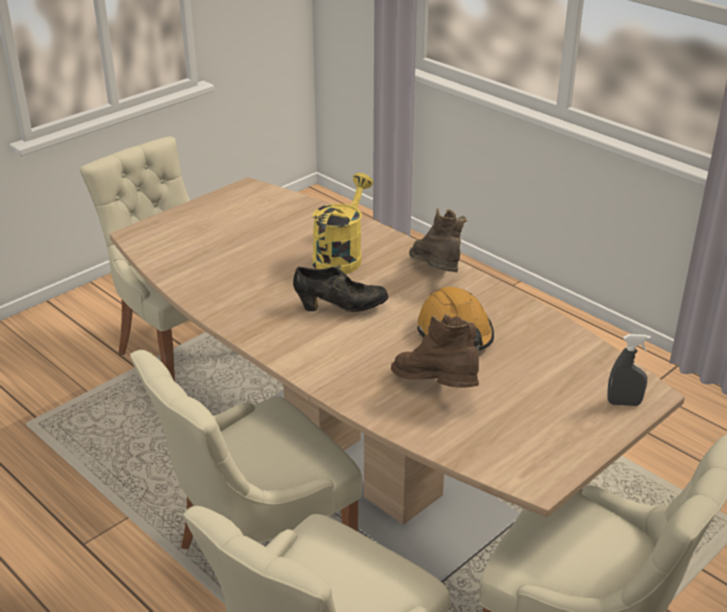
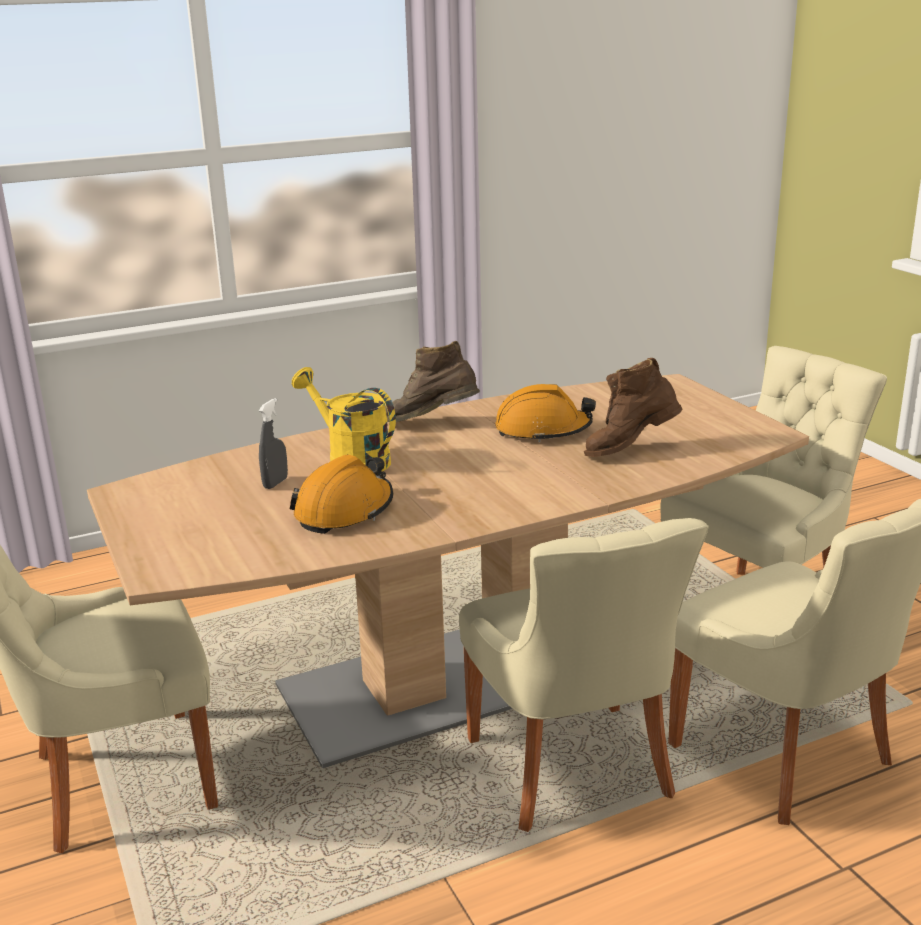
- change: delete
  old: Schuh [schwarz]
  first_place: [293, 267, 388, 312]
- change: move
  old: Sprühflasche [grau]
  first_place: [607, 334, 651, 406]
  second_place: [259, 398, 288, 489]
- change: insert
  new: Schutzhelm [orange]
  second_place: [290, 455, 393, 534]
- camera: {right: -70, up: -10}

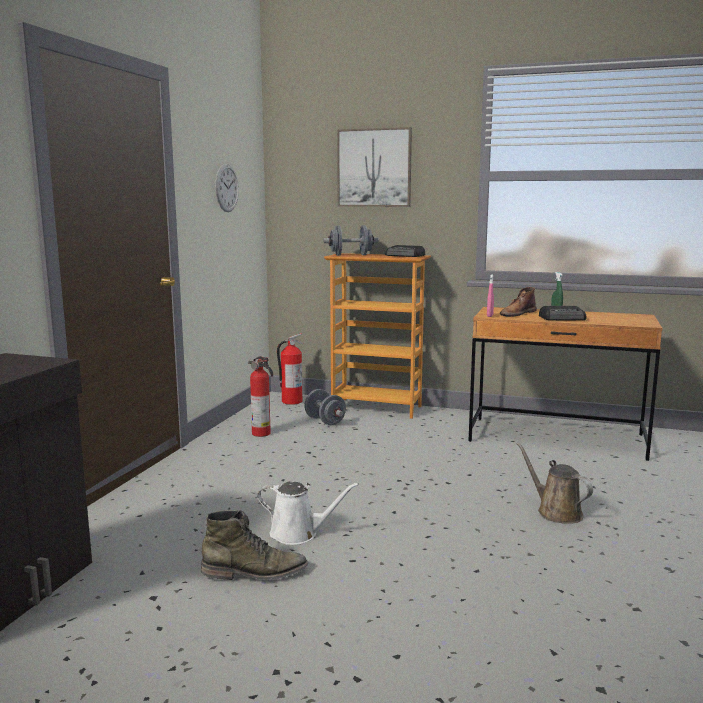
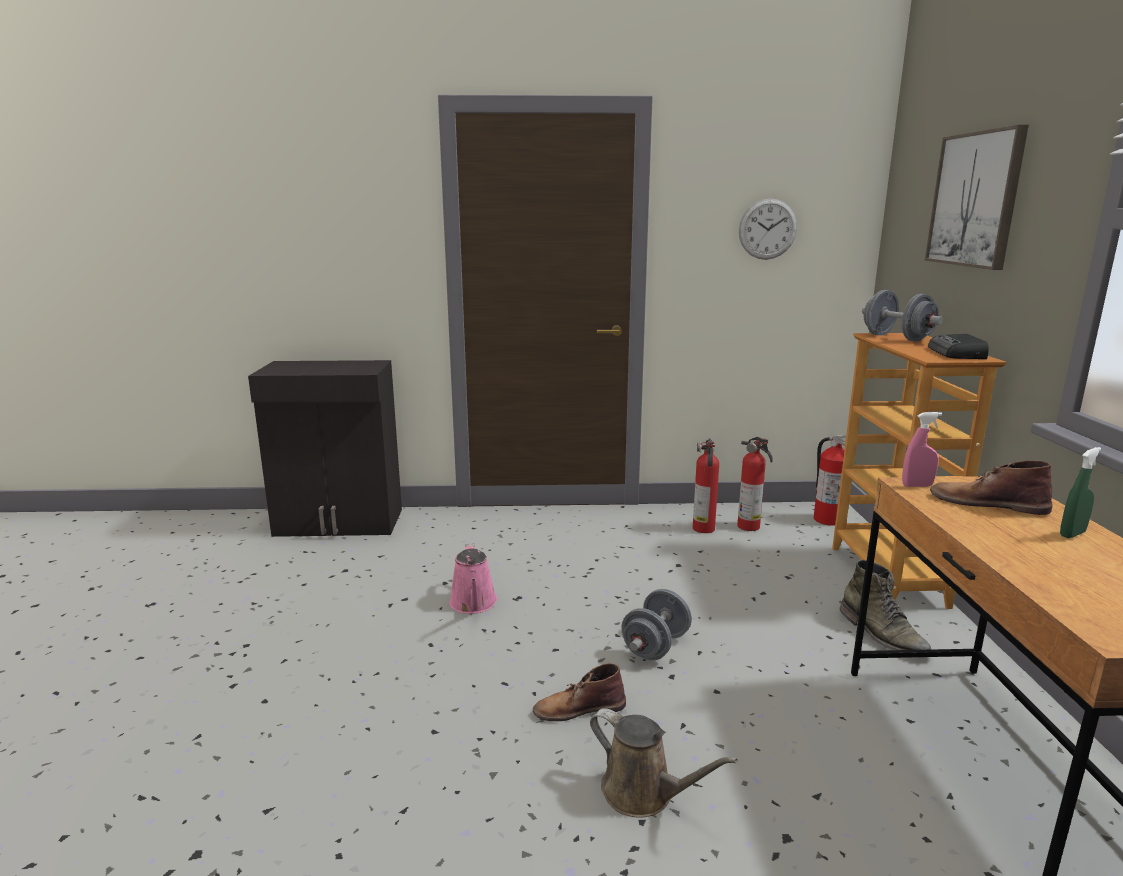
- change: delete
  old: Radio
  first_place: [539, 306, 587, 320]
- change: move
  old: Hantel [grau]
  first_place: [304, 389, 346, 425]
  second_place: [621, 589, 692, 660]
- change: rotate
  old: Gießkanne [braun]
  first_place: [516, 442, 593, 524]
  second_place: [590, 708, 738, 818]
  degrees: 90
- change: recolor
  old: Gießkanne [weiß]
  new: Gießkanne [rosa]
  first_place: [257, 482, 359, 545]
  second_place: [449, 543, 497, 614]
- change: move
  old: Stiefel [grün]
  first_place: [201, 510, 308, 580]
  second_place: [840, 560, 931, 658]
- change: insert
  new: Feuerlöscher
  second_place: [737, 437, 773, 531]
- change: insert
  new: Stiefel [braun]
  second_place: [533, 663, 626, 721]
- camera: {right: 70, up: 5}

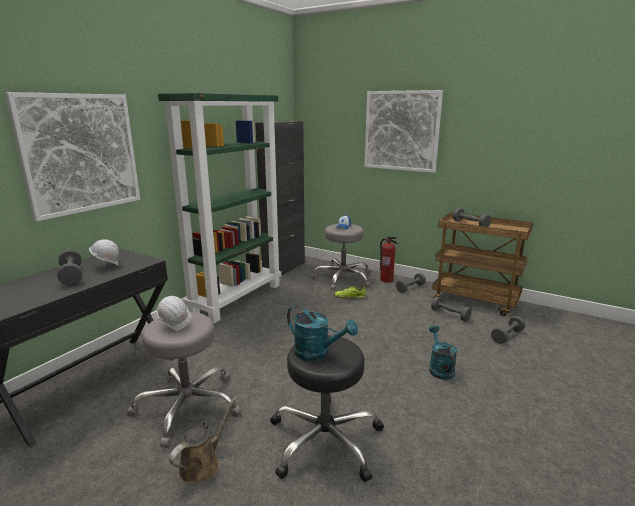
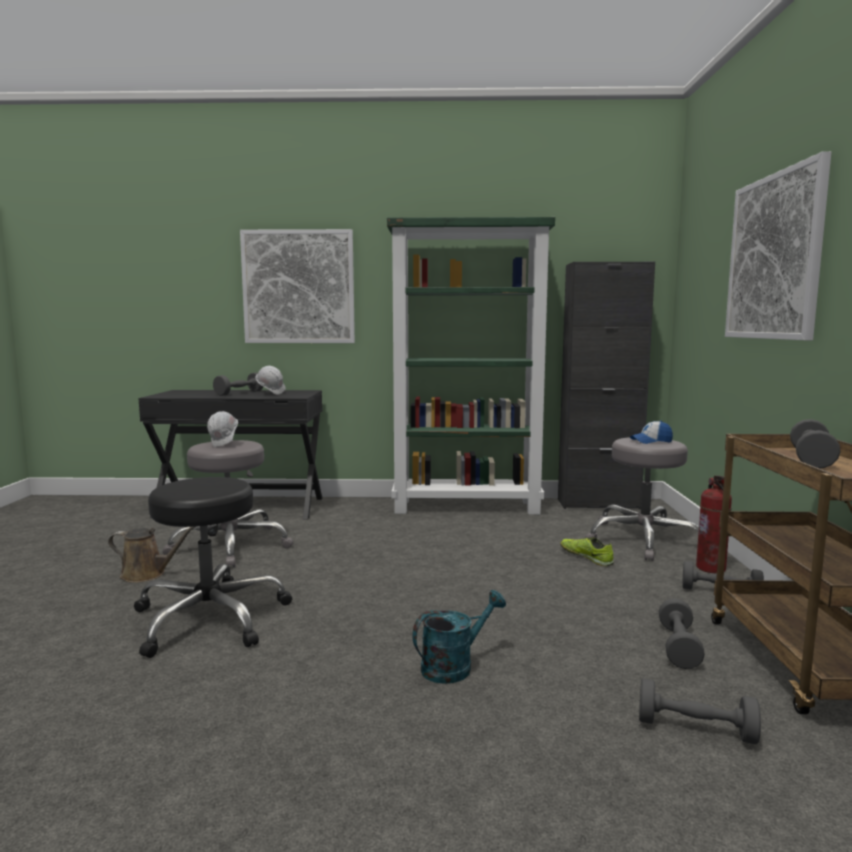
- change: delete
  old: Gießkanne [türkis]
  first_place: [287, 305, 358, 361]
- camera: {right: 60, up: -10}

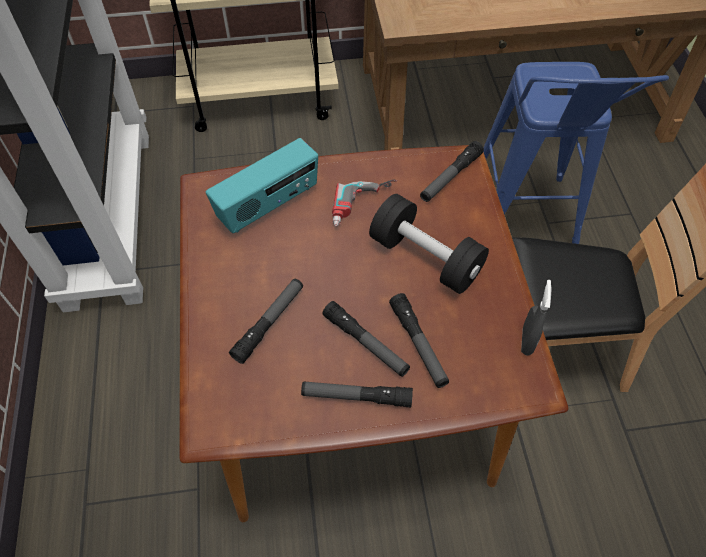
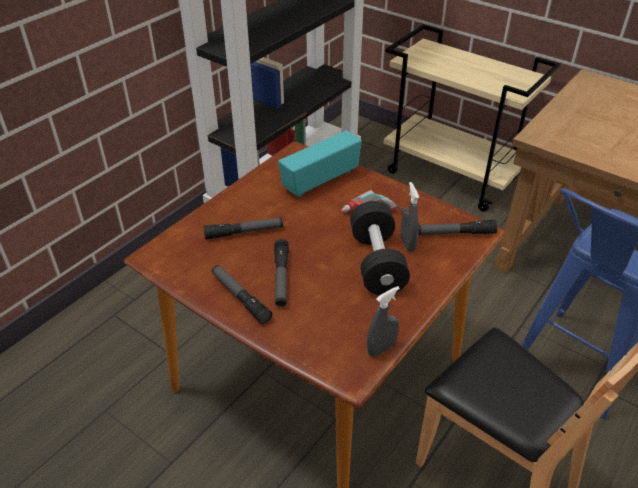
- change: rotate
  old: Radio
  first_place: [206, 138, 318, 233]
  second_place: [278, 130, 362, 197]
  degrees: 135
- change: delete
  old: Taschenlampe
  first_place: [389, 293, 449, 388]
- change: insert
  new: Sprühflasche [grau]
  second_place: [401, 182, 419, 252]
- camera: {right: 45, up: -15}

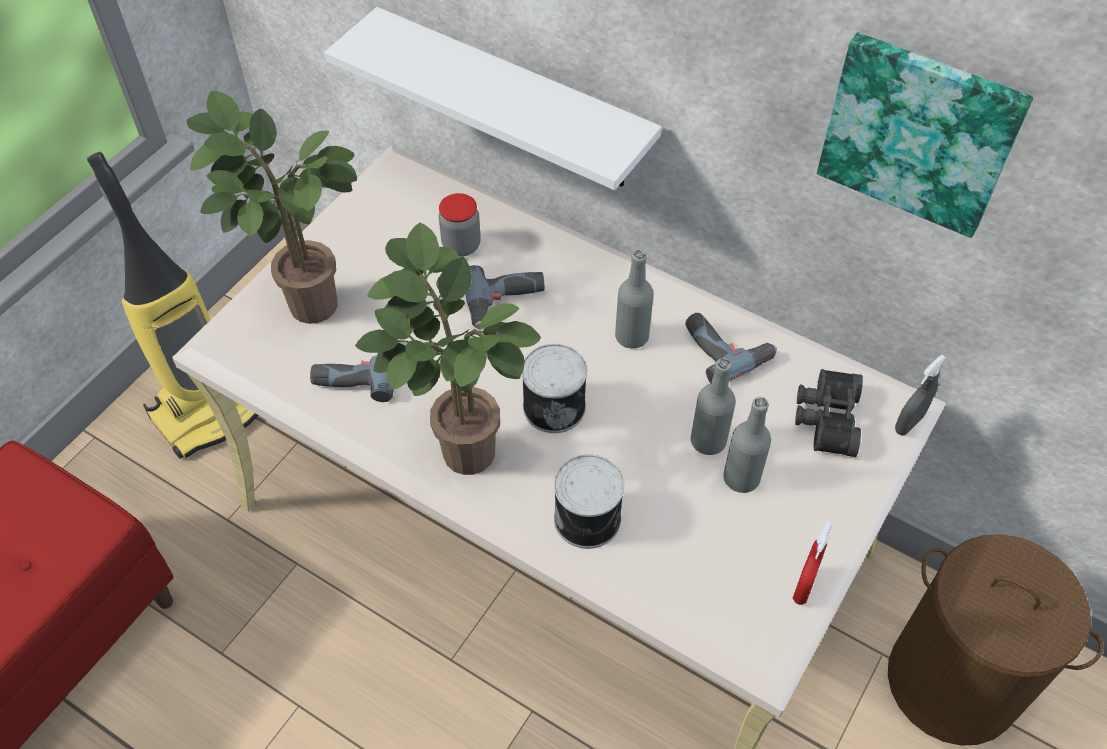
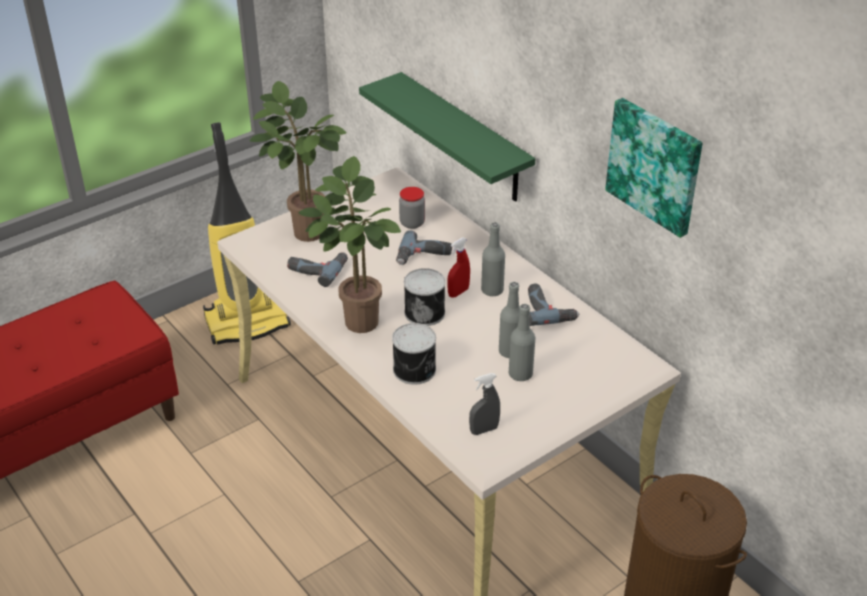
- change: recolor
  old: Wandregal [weiß]
  new: Wandregal [grün]
  first_place: [324, 7, 662, 190]
  second_place: [359, 72, 535, 202]
- change: move
  old: Sprühflasche [grau]
  first_place: [895, 355, 946, 435]
  second_place: [469, 373, 500, 435]
- change: delete
  old: Fernglas [schwarz]
  first_place: [795, 369, 863, 457]
- change: move
  old: Sprühflasche [rot]
  first_place: [793, 521, 832, 605]
  second_place: [447, 238, 470, 298]
- camera: {right: 20, up: -15}

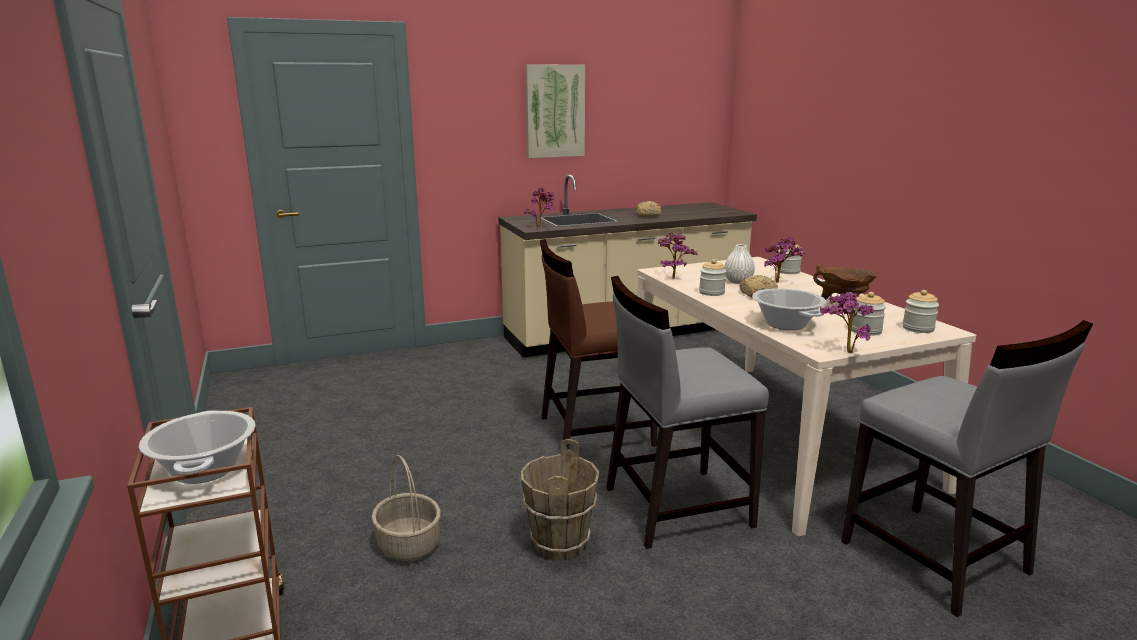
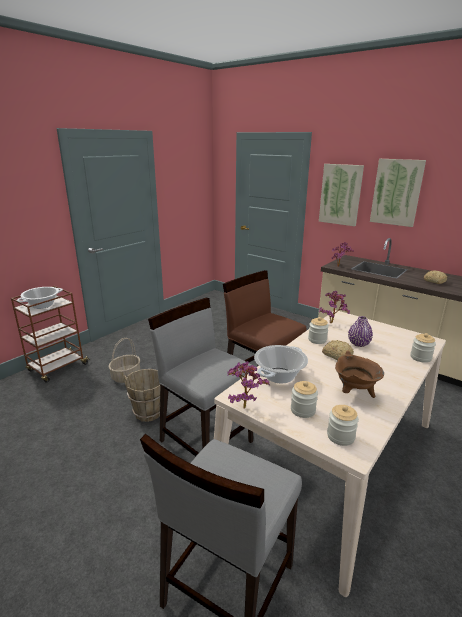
- change: delete
  old: Topfpflanze
  first_place: [764, 237, 805, 283]
- change: recolor
  old: Vase [weiß]
  new: Vase [lila]
  first_place: [724, 244, 755, 284]
  second_place: [348, 316, 373, 347]
- change: insert
  new: Bild
  second_place: [319, 164, 364, 226]
- camera: {right: 60, up: 5}

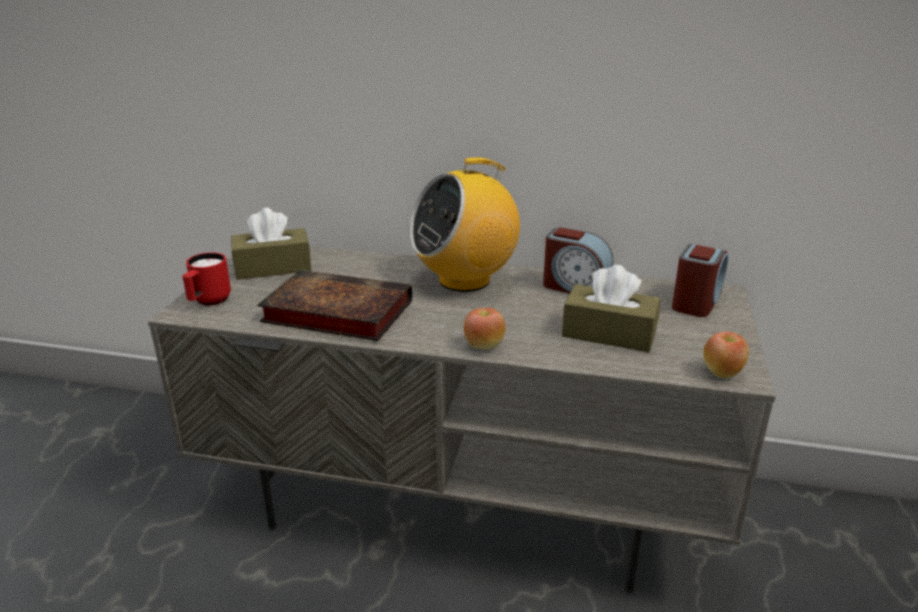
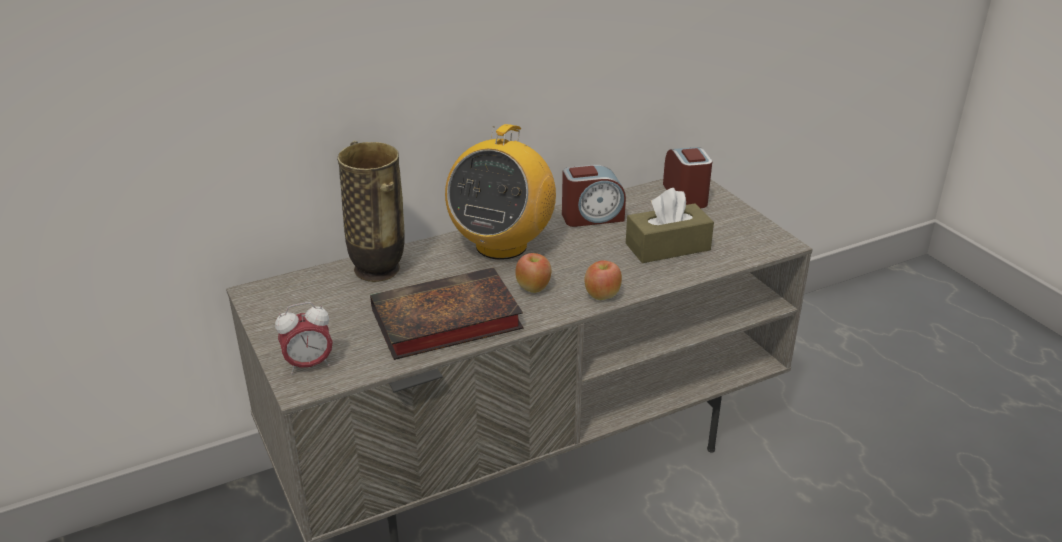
- change: delete
  old: Taschentuchbox [braun]
  first_place: [231, 208, 311, 280]
- change: replace
  old: Henkelbecher [rot]
  new: Wecker
  first_place: [182, 252, 231, 305]
  second_place: [275, 302, 333, 374]
- change: move
  old: Apfel
  first_place: [703, 331, 749, 378]
  second_place: [515, 253, 551, 293]
- change: insert
  new: Vase
  second_place: [337, 141, 405, 282]
- camera: {right: -40, up: 5}

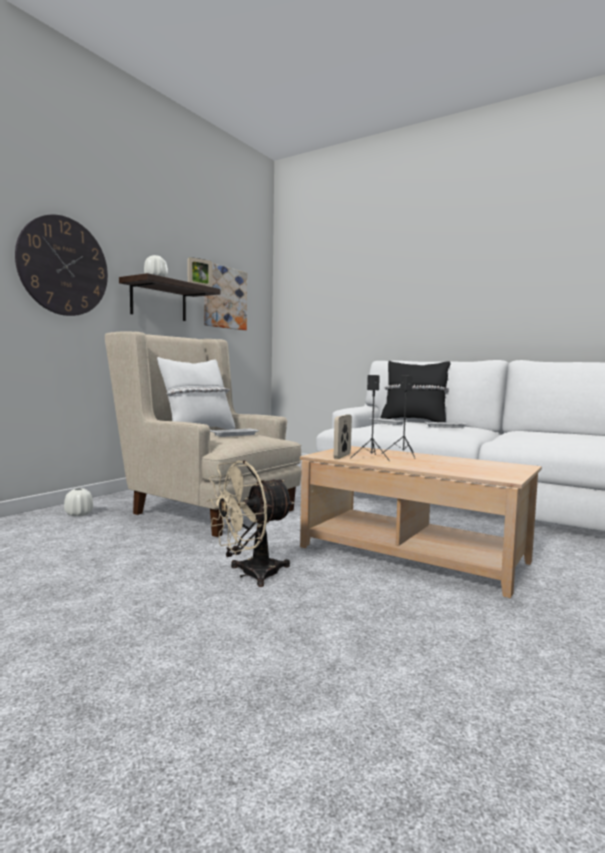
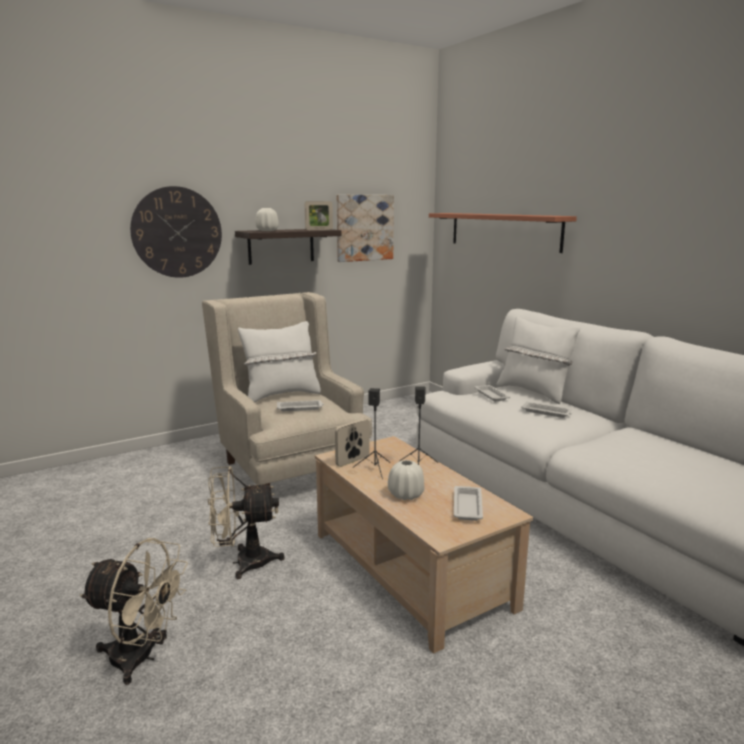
- change: recolor
  old: Kissen [schwarz]
  new: Kissen [weiß]
  first_place: [380, 361, 450, 422]
  second_place: [496, 316, 580, 404]
- change: move
  old: Vase [weiß]
  first_place: [64, 488, 93, 516]
  second_place: [388, 460, 424, 500]
- change: insert
  new: Wandregal
  second_place: [429, 213, 577, 253]
- change: insert
  new: Tablett [weiß]
  second_place: [454, 486, 483, 521]
- change: insert
  new: Ventilator [beige]
  second_place: [80, 538, 188, 685]
- camera: {right: 25, up: 10}

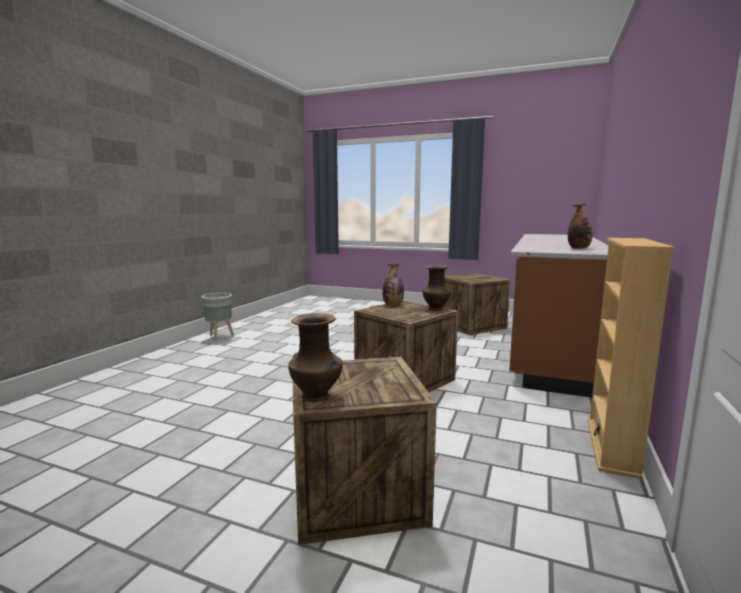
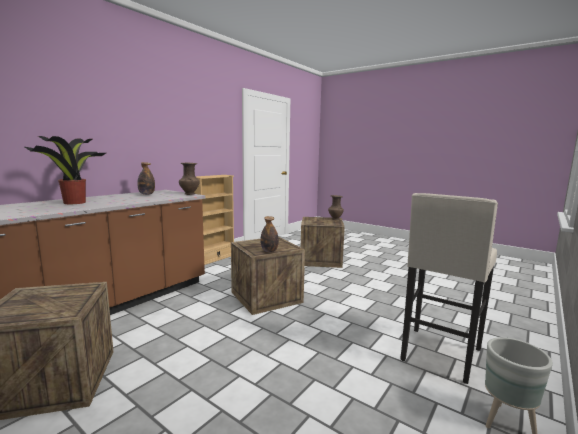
- change: move
  old: Vase [braun]
  first_place: [422, 265, 451, 311]
  second_place: [179, 163, 200, 195]
- change: insert
  new: Topfpflanze
  second_place: [25, 136, 106, 204]
- change: insert
  new: Hocker [beige]
  second_place: [400, 193, 498, 384]
- camera: {right: -165, up: 0}

